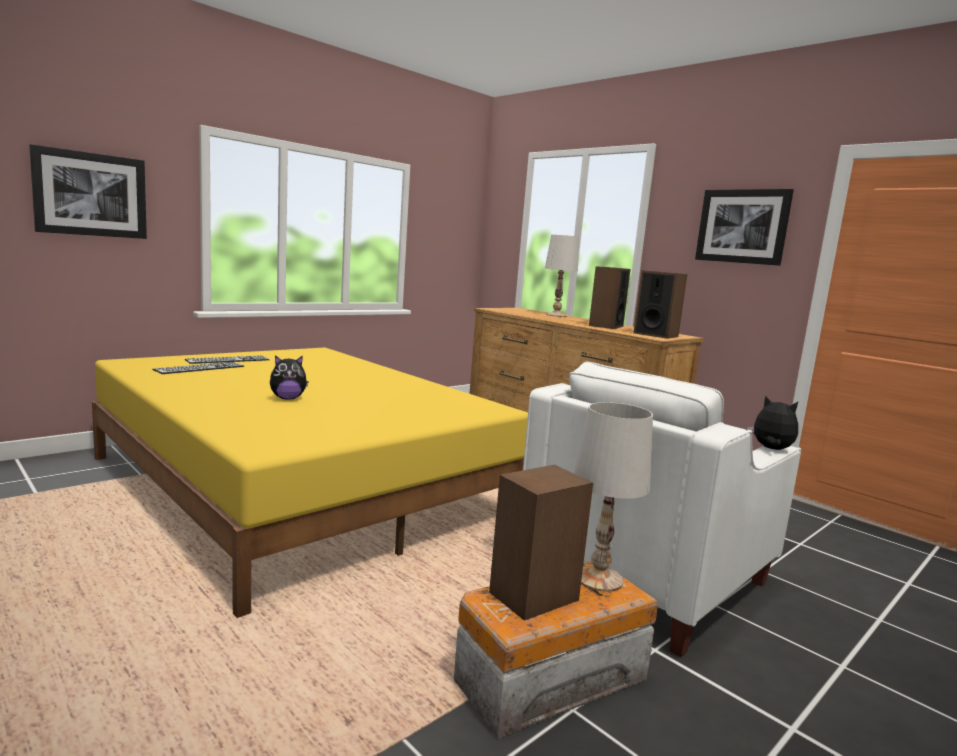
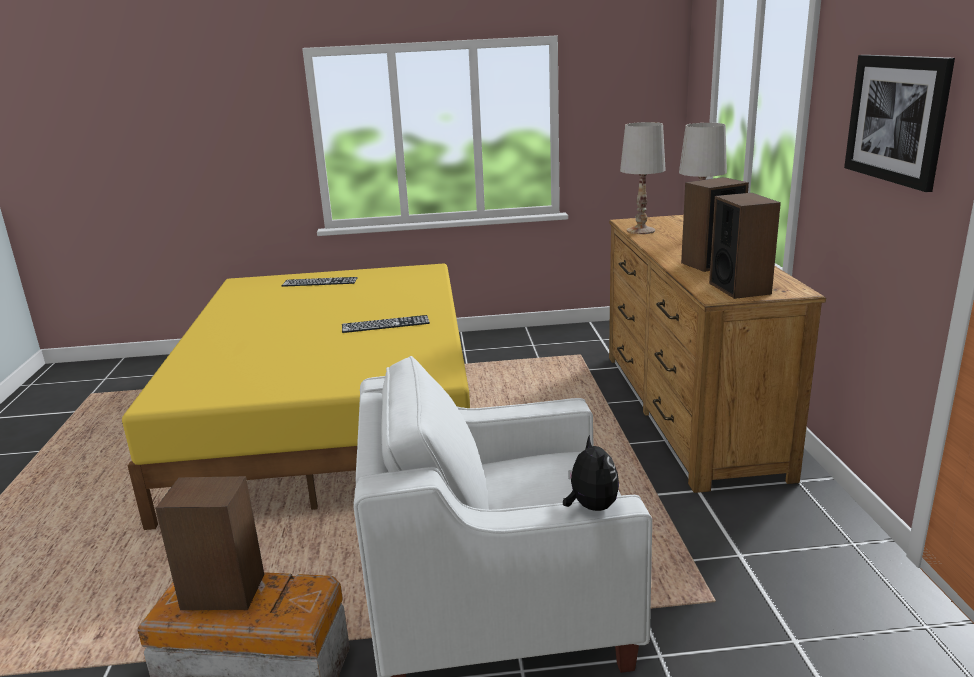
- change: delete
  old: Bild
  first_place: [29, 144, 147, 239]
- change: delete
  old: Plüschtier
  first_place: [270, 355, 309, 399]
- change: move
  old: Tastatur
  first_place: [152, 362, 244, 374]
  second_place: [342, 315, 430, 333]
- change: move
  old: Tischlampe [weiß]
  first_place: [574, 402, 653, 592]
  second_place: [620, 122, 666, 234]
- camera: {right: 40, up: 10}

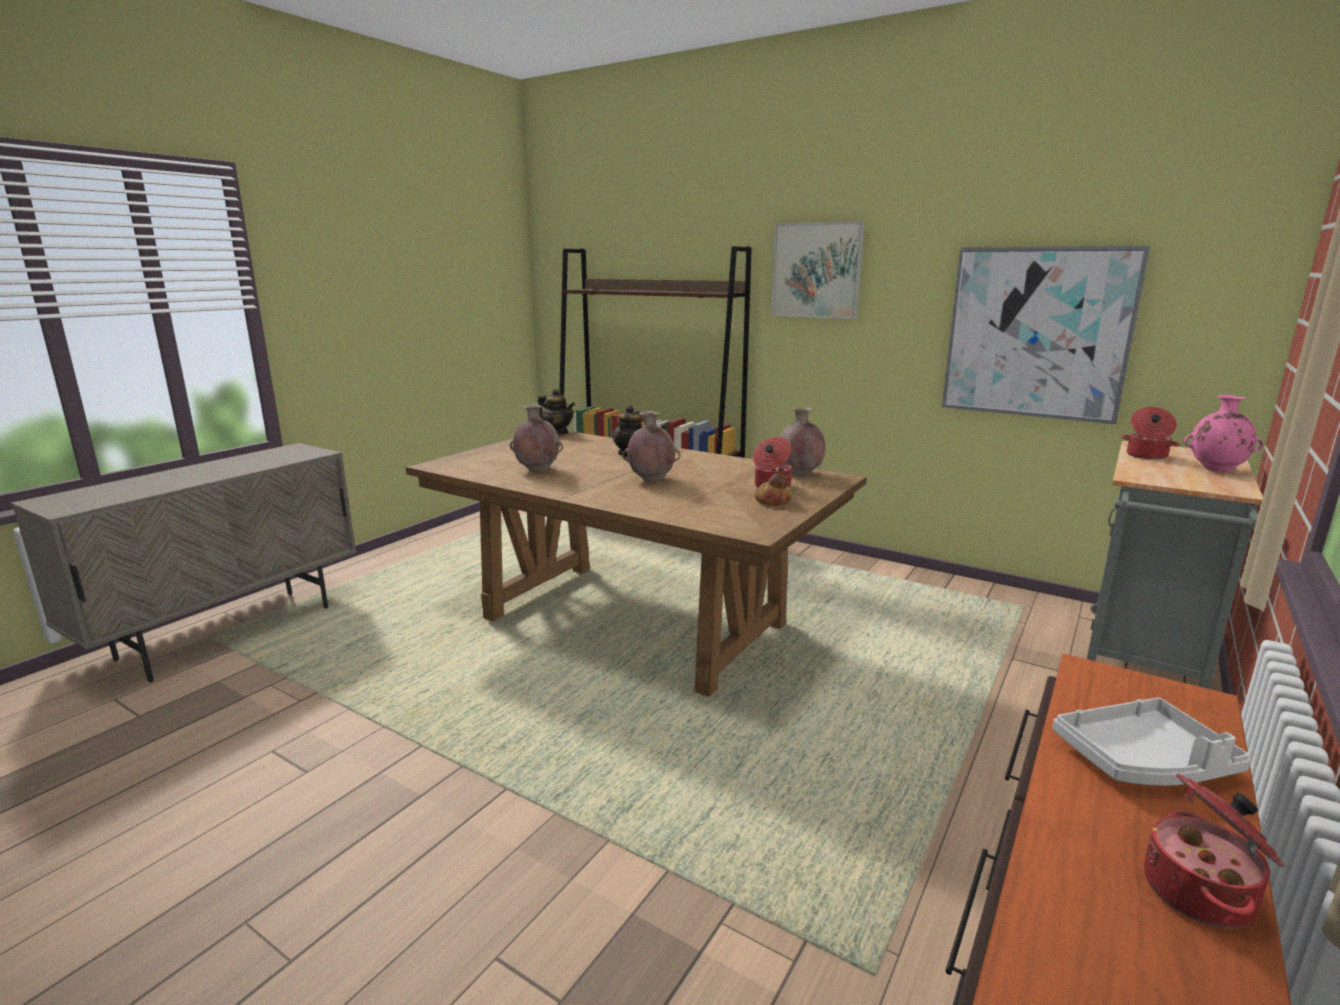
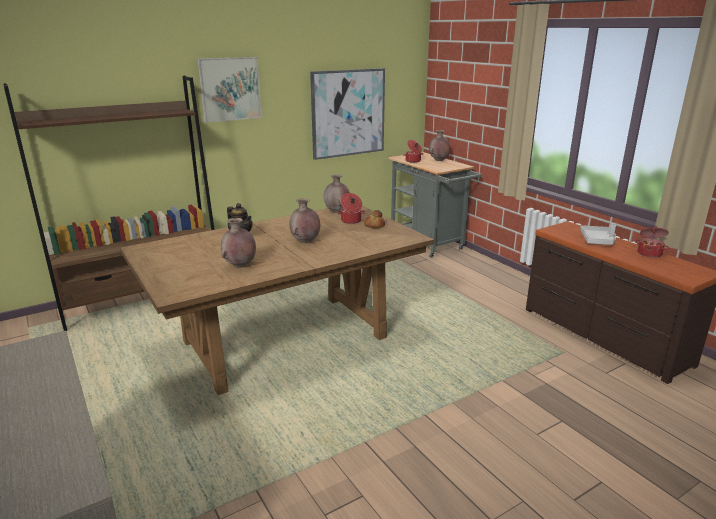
- change: delete
  old: Teekanne
  first_place: [538, 389, 575, 434]
- change: recolor
  old: Vase [rosa]
  new: Vase [braun]
  first_place: [1184, 395, 1264, 472]
  second_place: [429, 130, 450, 161]
- camera: {right: -65, up: 5}

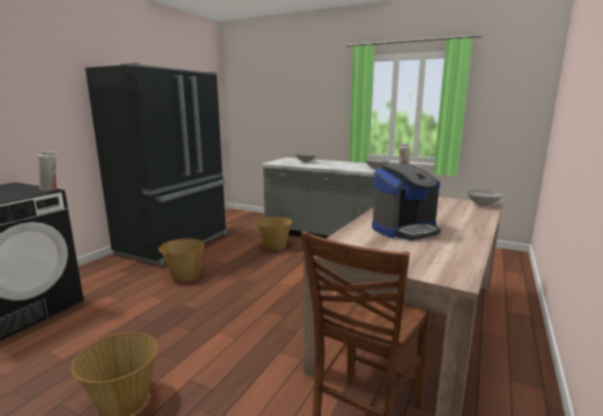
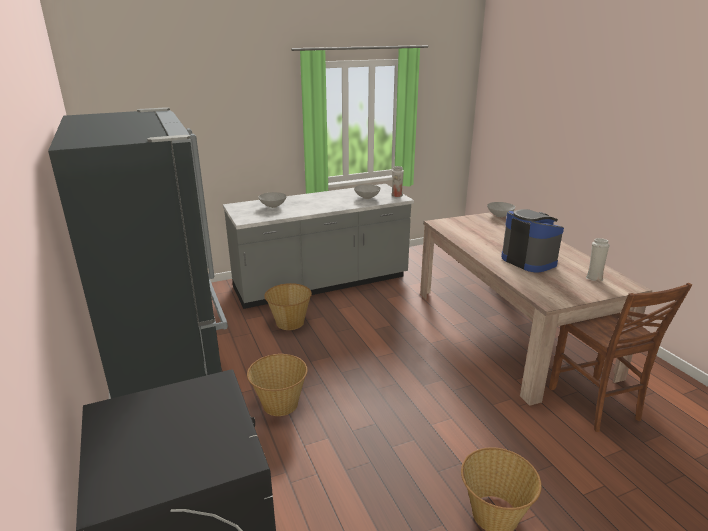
- change: move
  old: Vase [weiß]
  first_place: [38, 151, 57, 191]
  second_place: [586, 238, 610, 281]
- change: rotate
  old: Kaffeemaschine
  first_place: [372, 163, 441, 240]
  second_place: [501, 209, 564, 272]
  degrees: -45
- camera: {right: -50, up: 10}

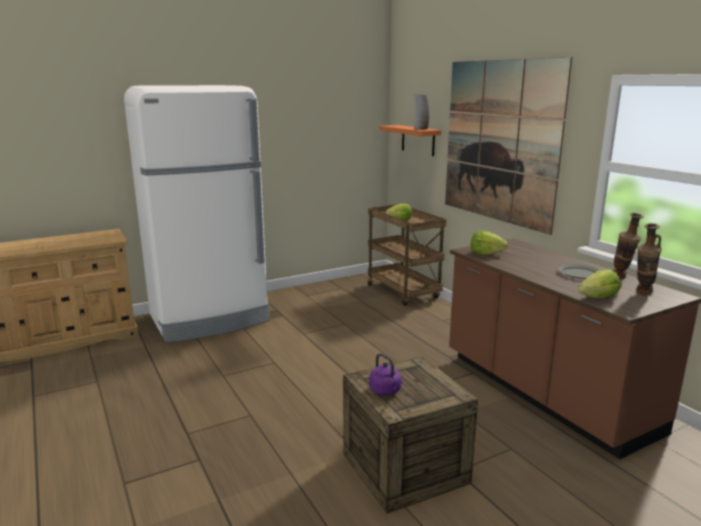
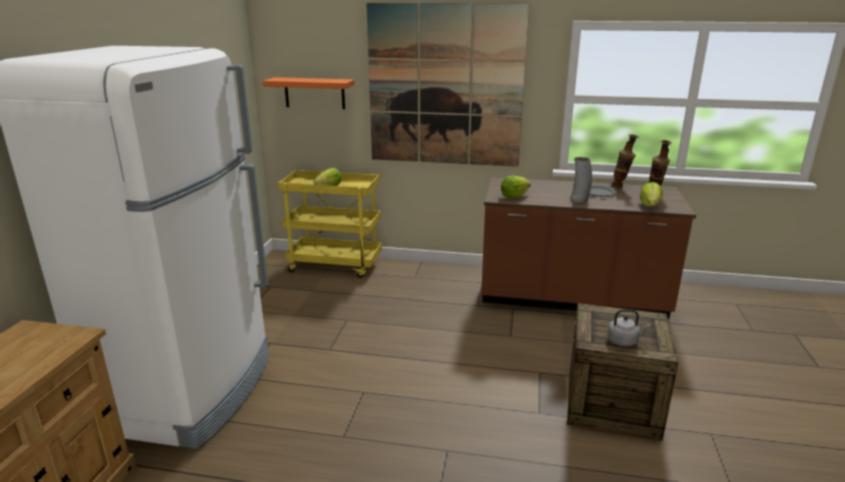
- change: move
  old: Vase
  first_place: [414, 94, 430, 130]
  second_place: [570, 157, 592, 202]
- change: recolor
  old: Rollwagen [braun]
  new: Rollwagen [gelb]
  first_place: [368, 204, 446, 306]
  second_place: [278, 170, 382, 278]
- change: recolor
  old: Wasserkessel [lila]
  new: Wasserkessel [grau]
  first_place: [369, 353, 403, 395]
  second_place: [607, 309, 650, 347]
- camera: {right: -50, up: 5}

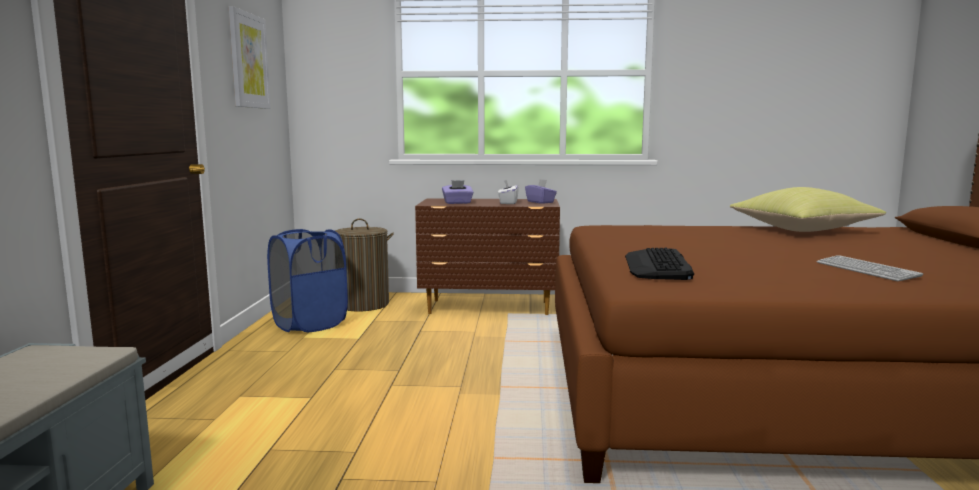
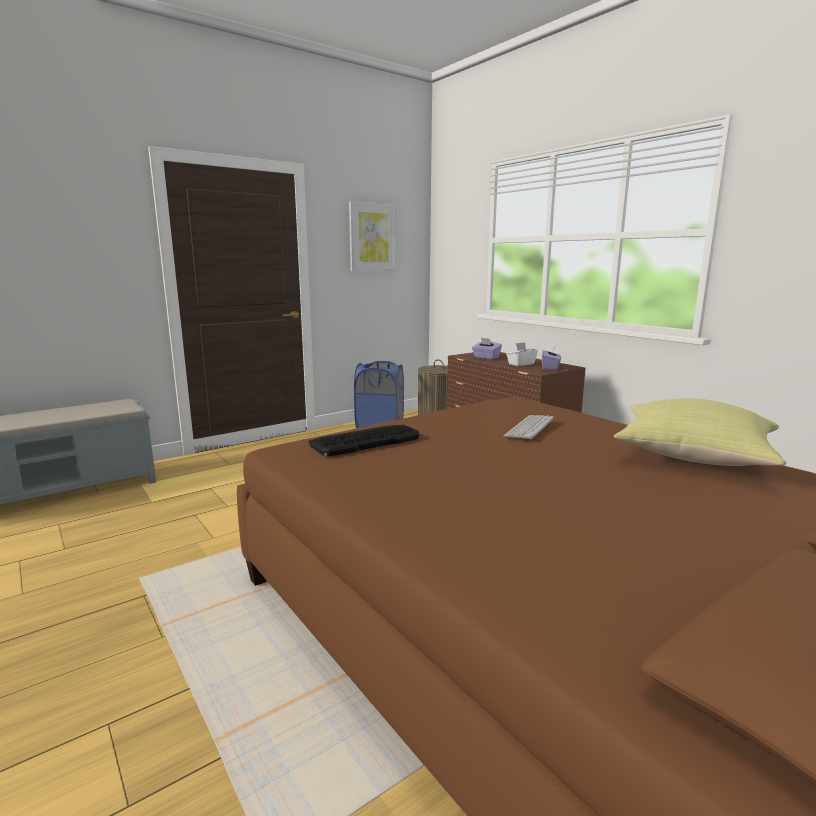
- change: move
  old: Tastatur
  first_place: [816, 255, 923, 281]
  second_place: [504, 415, 554, 440]
- camera: {right: 50, up: 5}

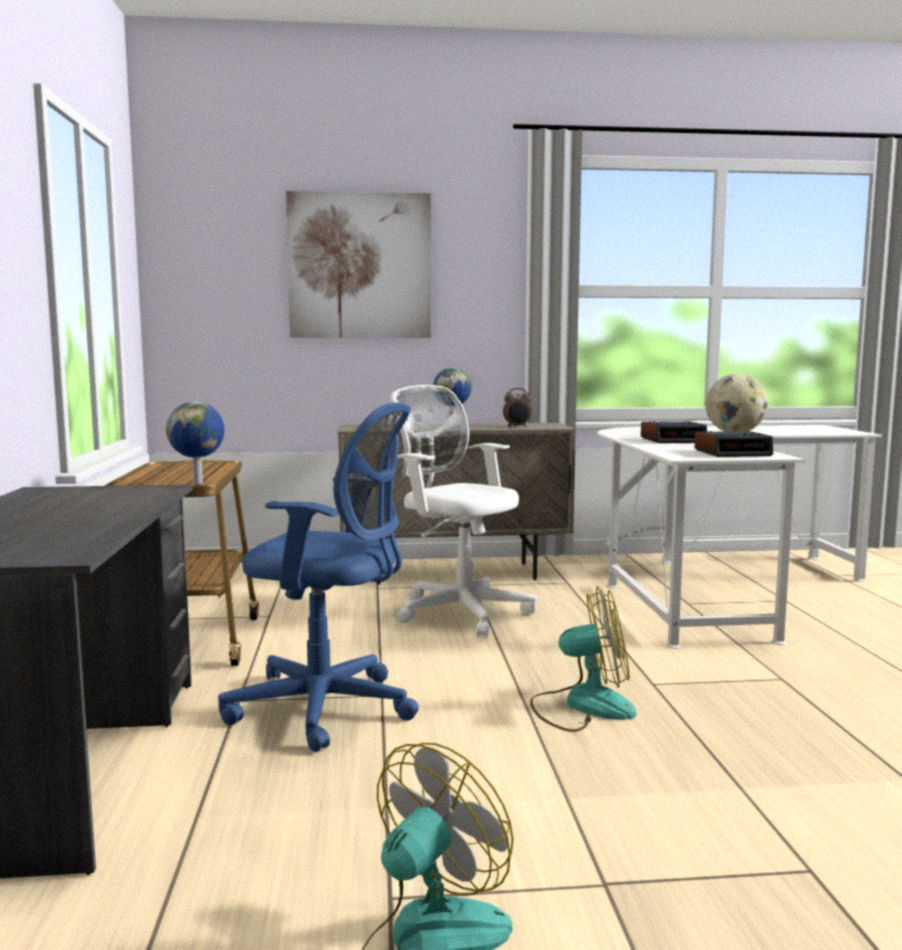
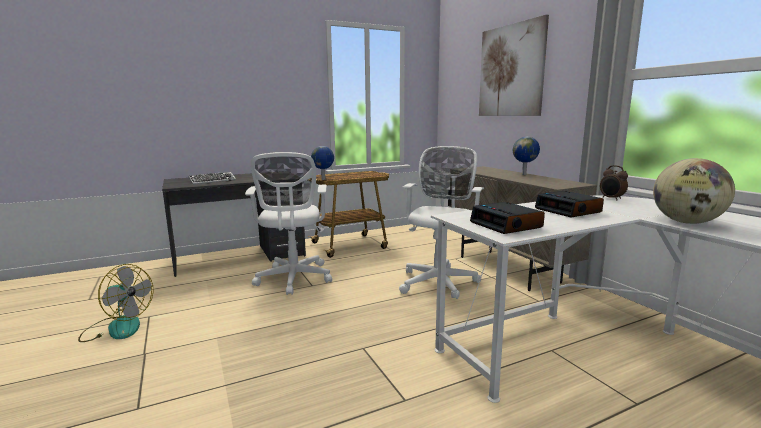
- change: move
  old: Wecker
  first_place: [503, 388, 532, 427]
  second_place: [600, 165, 628, 200]
- change: recolor
  old: Bürostuhl [blau]
  new: Bürostuhl [weiß]
  first_place: [218, 403, 419, 752]
  second_place: [245, 152, 332, 295]
- change: delete
  old: Ventilator
  first_place: [530, 586, 636, 732]
- change: insert
  new: Tastatur
  second_place: [188, 172, 236, 185]
- camera: {right: 70, up: 5}

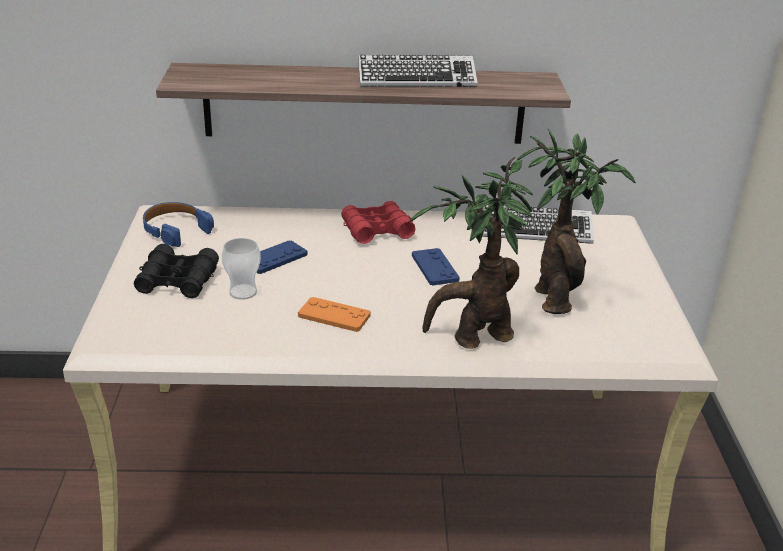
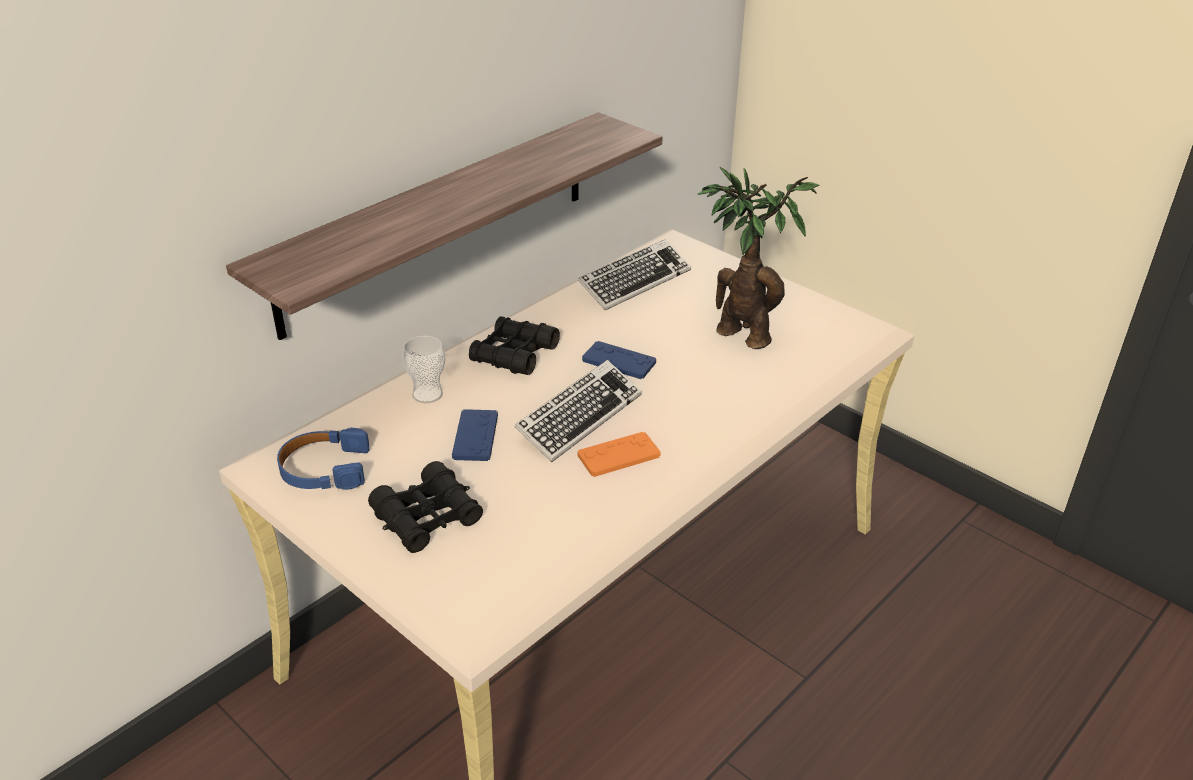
- change: move
  old: Tastatur
  first_place: [358, 55, 478, 87]
  second_place: [515, 360, 642, 462]
- change: delete
  old: Topfpflanze
  first_place: [409, 157, 533, 349]
- change: recolor
  old: Fernglas [rot]
  new: Fernglas [schwarz]
  first_place: [341, 201, 415, 244]
  second_place: [469, 316, 560, 375]
- change: move
  old: Tasse
  first_place: [221, 238, 261, 300]
  second_place: [402, 336, 445, 403]
- camera: {right: -45, up: 5}

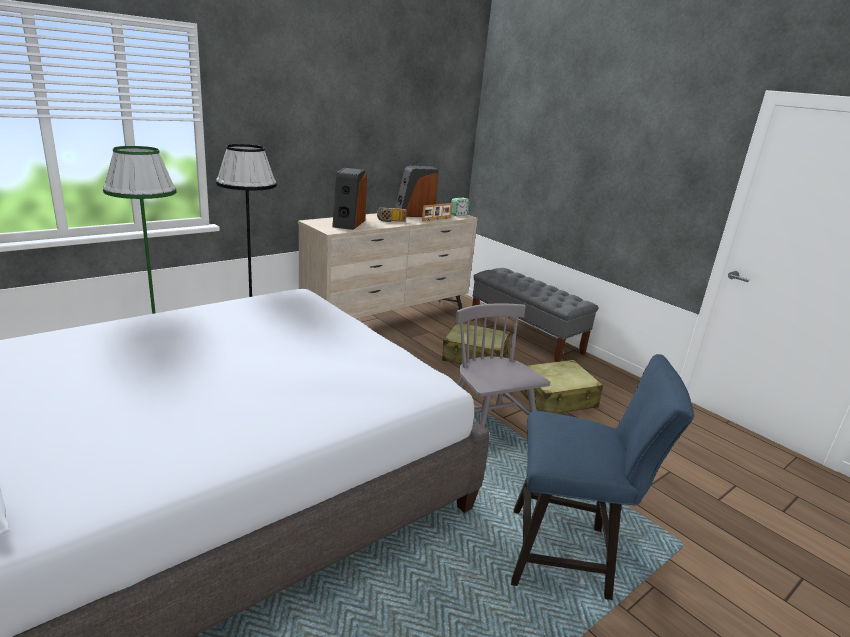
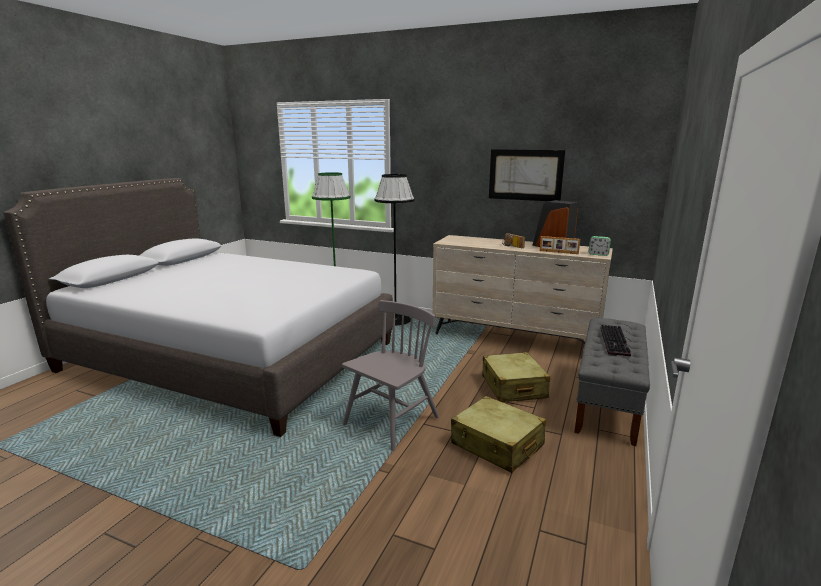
- change: delete
  old: Lautsprecher
  first_place: [332, 168, 367, 230]
- change: delete
  old: Stuhl [blau]
  first_place: [511, 354, 694, 600]
- change: insert
  new: Bild
  second_place: [489, 149, 565, 201]
- change: insert
  new: Tastatur
  second_place: [600, 325, 631, 356]
- camera: {right: 65, up: -5}

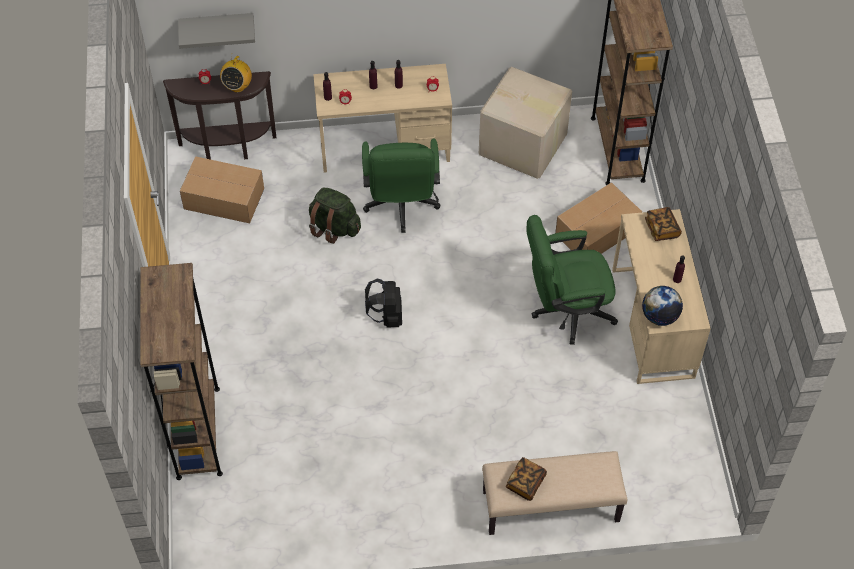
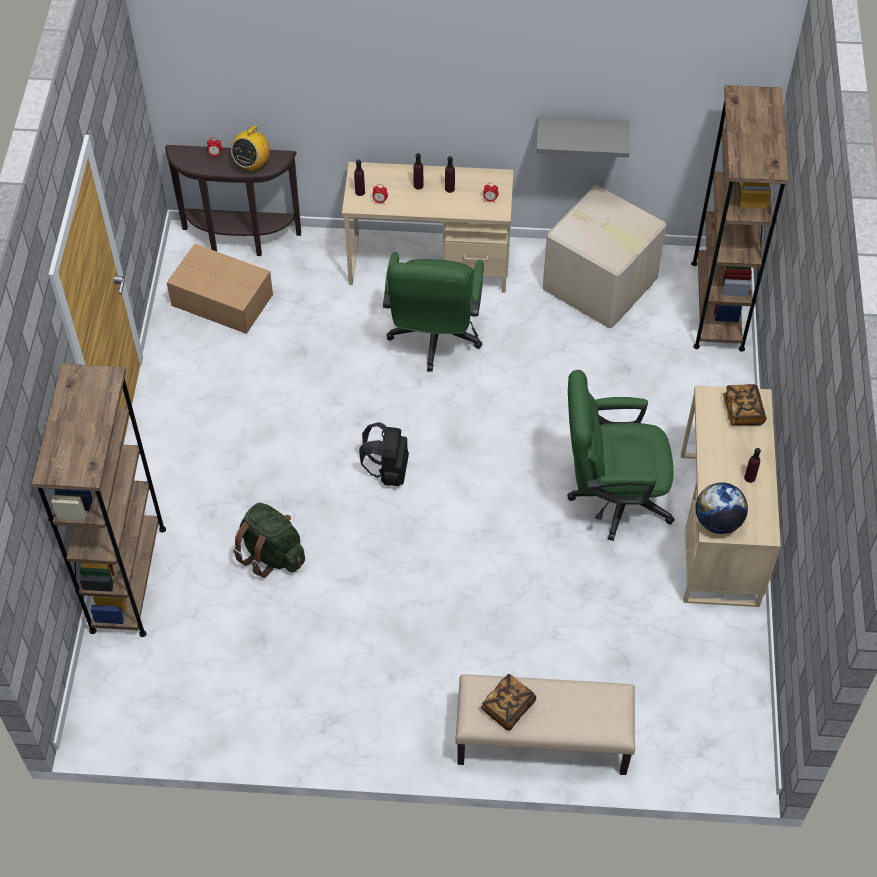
- change: move
  old: Wandregal [grau]
  first_place: [178, 13, 255, 49]
  second_place: [536, 117, 630, 157]
- change: delete
  old: Karton
  first_place: [555, 182, 642, 254]
- change: move
  old: Rucksack [grün]
  first_place: [309, 187, 361, 244]
  second_place: [233, 503, 305, 578]
- camera: {right: 10, up: 0}

